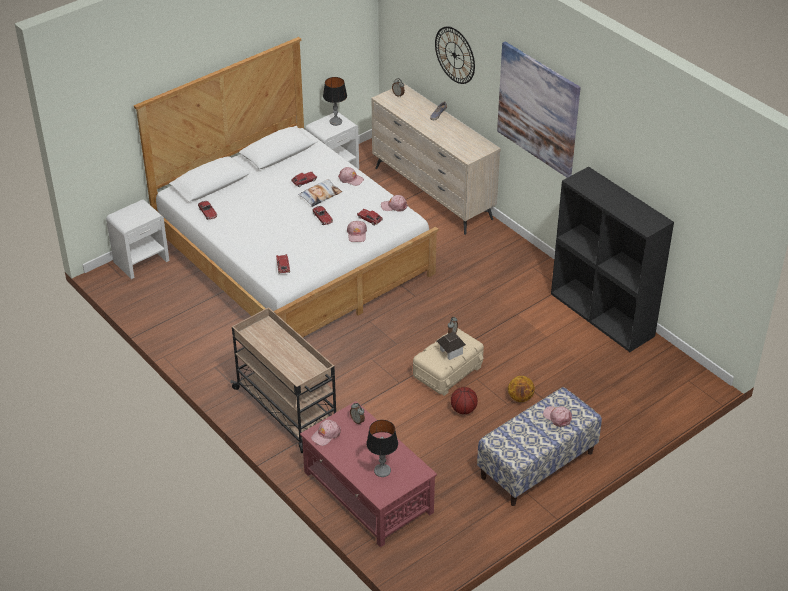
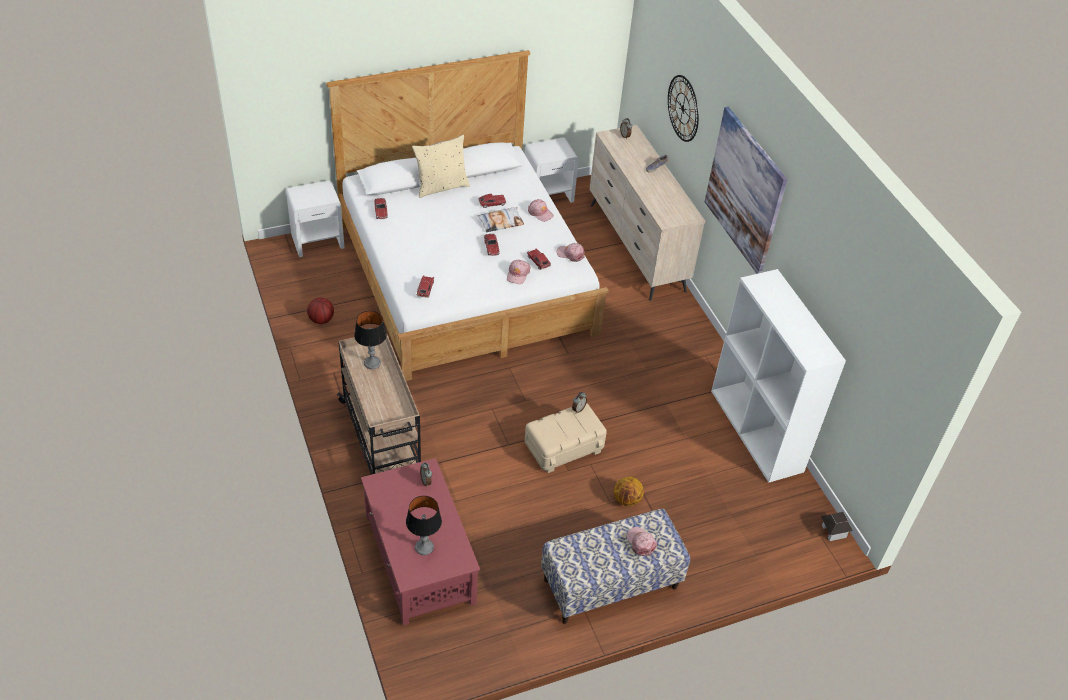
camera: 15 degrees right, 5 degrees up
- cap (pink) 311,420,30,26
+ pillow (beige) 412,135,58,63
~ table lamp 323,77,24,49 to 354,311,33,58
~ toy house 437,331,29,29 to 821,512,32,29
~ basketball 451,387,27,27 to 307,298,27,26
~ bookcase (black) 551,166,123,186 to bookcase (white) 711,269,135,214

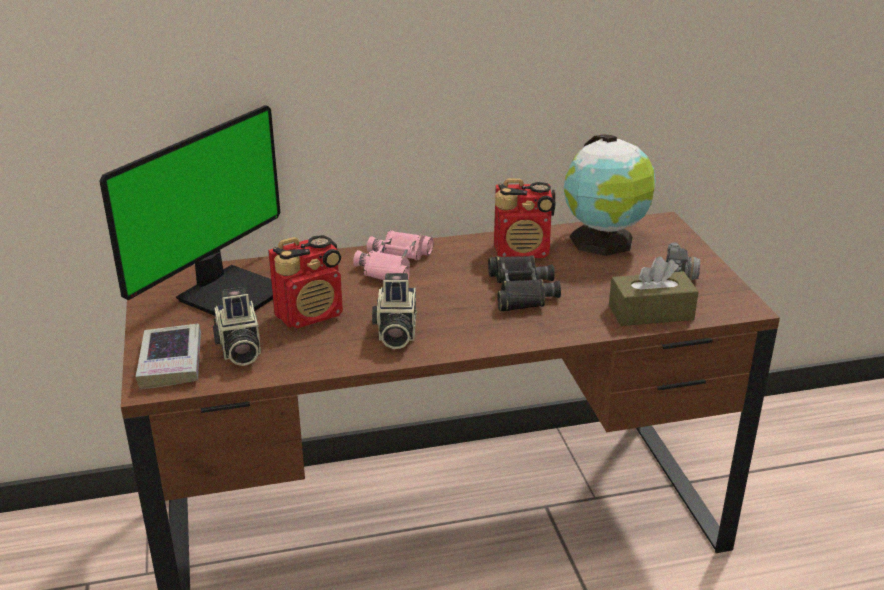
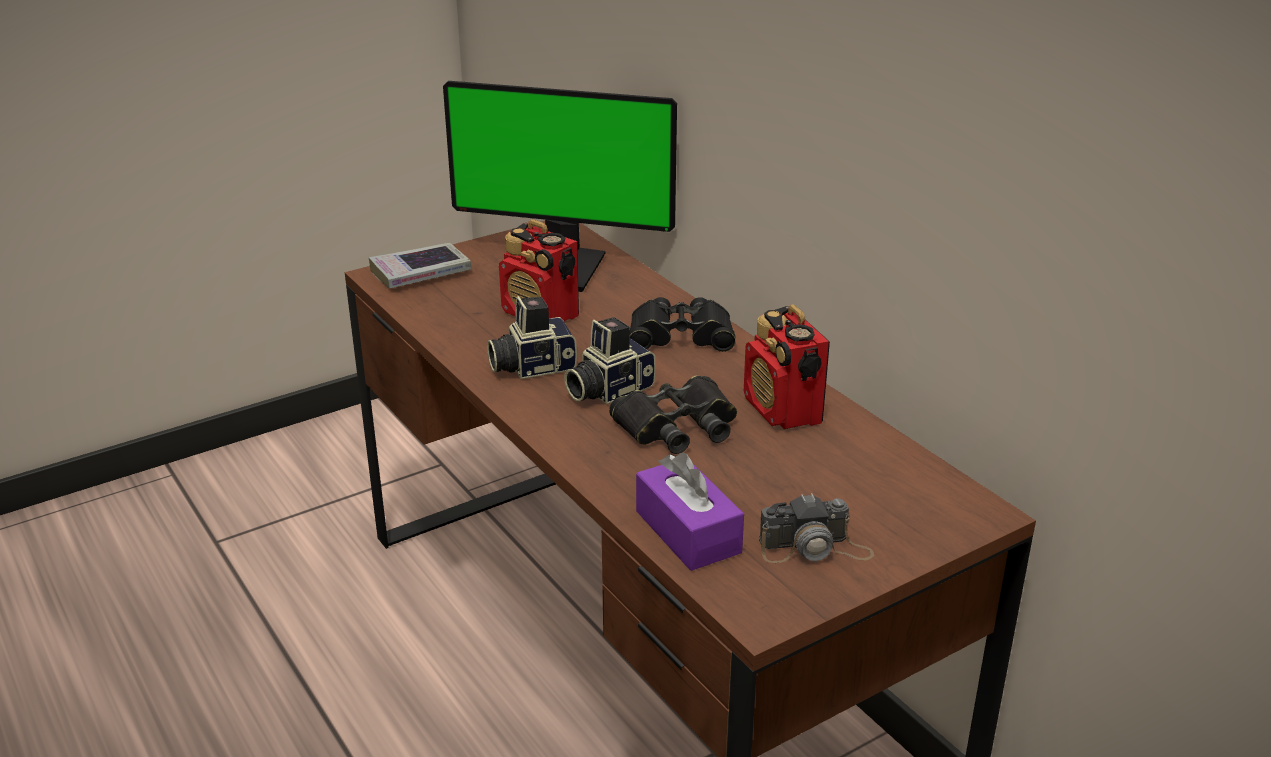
camera: 70 degrees right, 0 degrees up
- globe 564,134,92,122
~ photo camera 213,287,48,79 to 564,317,92,87
~ binoculars (pink) 353,230,81,50 to binoculars (black) 629,297,107,55
~ tissue box (brown) 609,256,90,70 to tissue box (purple) 636,452,108,119

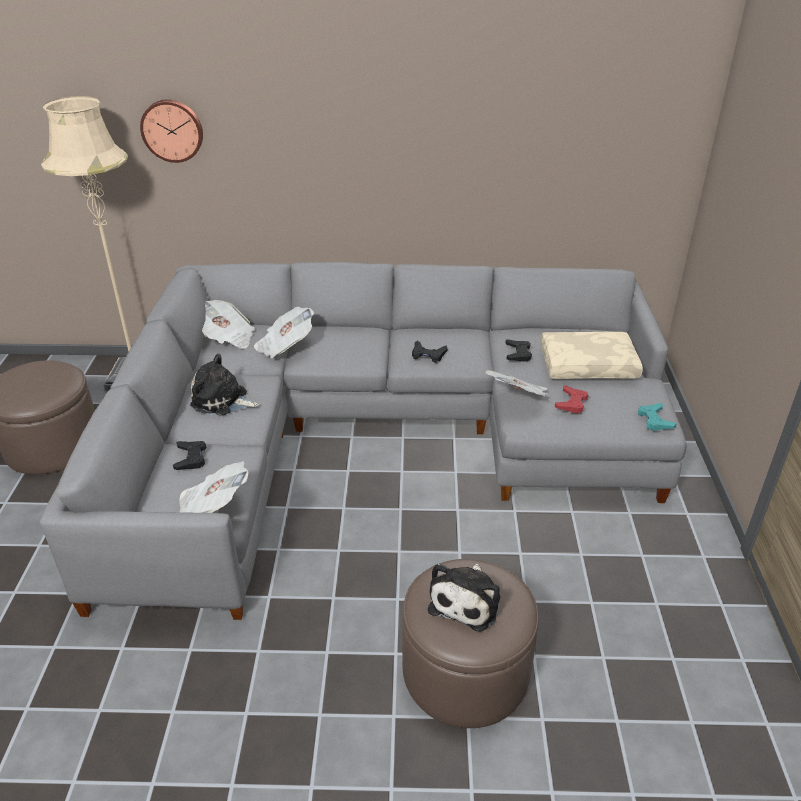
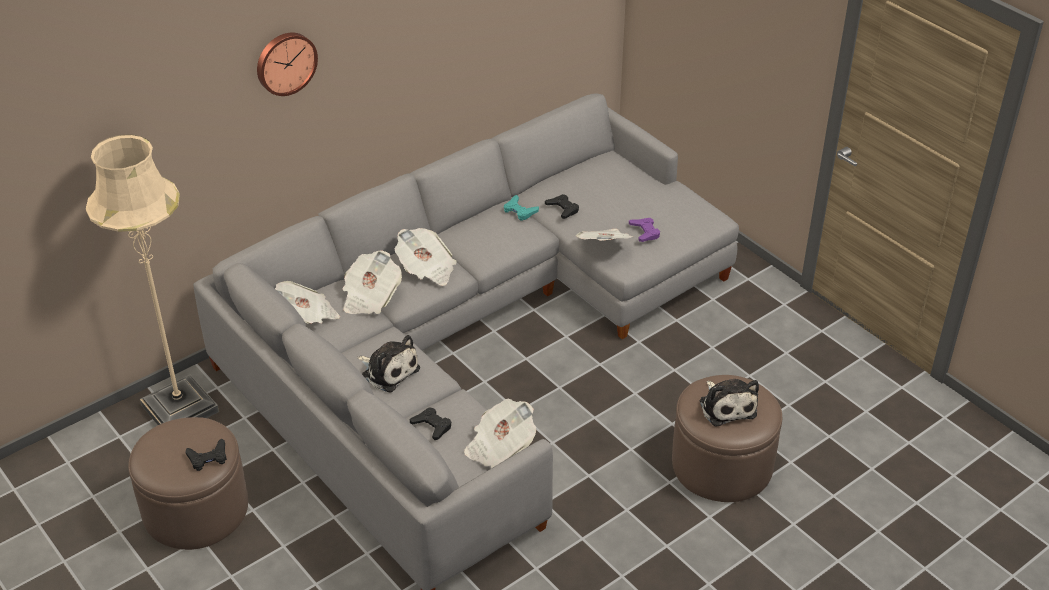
camera: 40 degrees left, 5 degrees up
- pillow (beige) 540,332,103,47
+ newspaper 395,228,62,58
~ wall clock 140,99,63,64 to 257,33,61,63
~ game controller (black) 412,340,36,23 to 186,438,41,33
~ game controller (turquoise) 638,403,39,28 to 504,195,35,26
~ game controller (red) 555,385,33,28 to game controller (purple) 629,218,31,24
~ plush toy 190,354,69,62 = 357,335,63,57 120 degrees counterclockwise

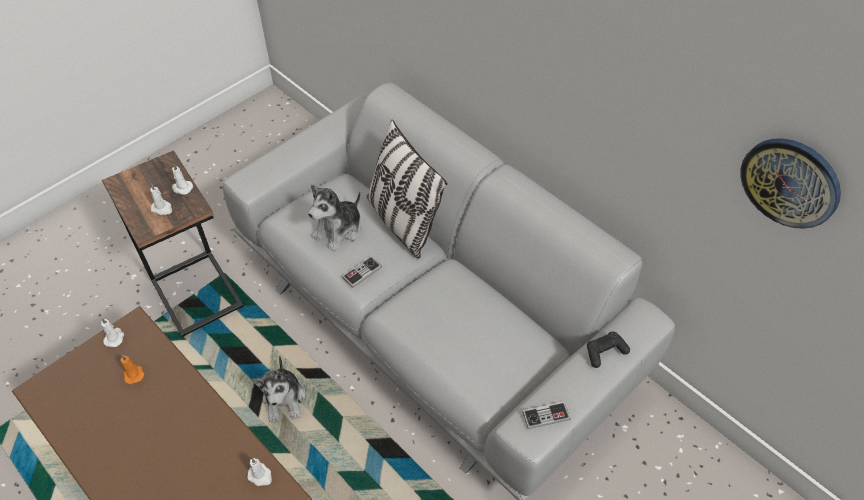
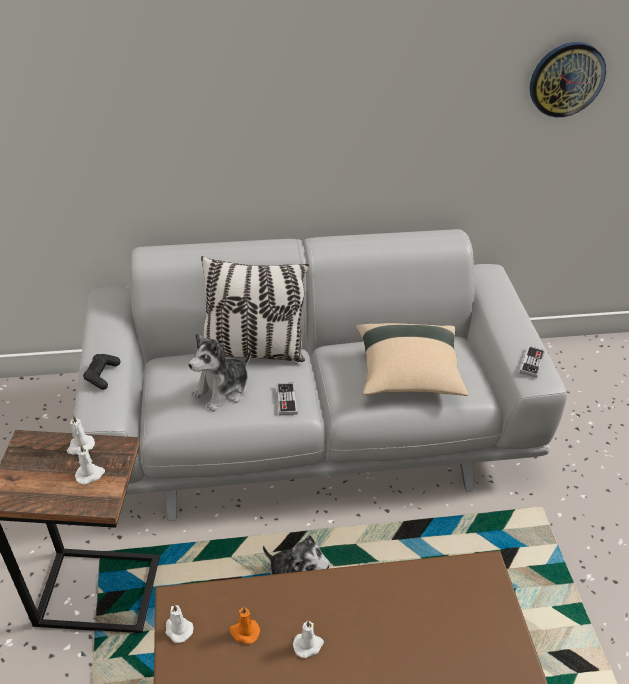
camera: 55 degrees left, 10 degrees down
+ pillow (beige) 356,323,112,73
~ candle (white) 247,458,25,28 to 293,620,31,38
~ game controller (black) 587,332,43,36 to 83,354,37,36
~ plush toy 308,184,53,68 = 188,333,63,79 60 degrees clockwise

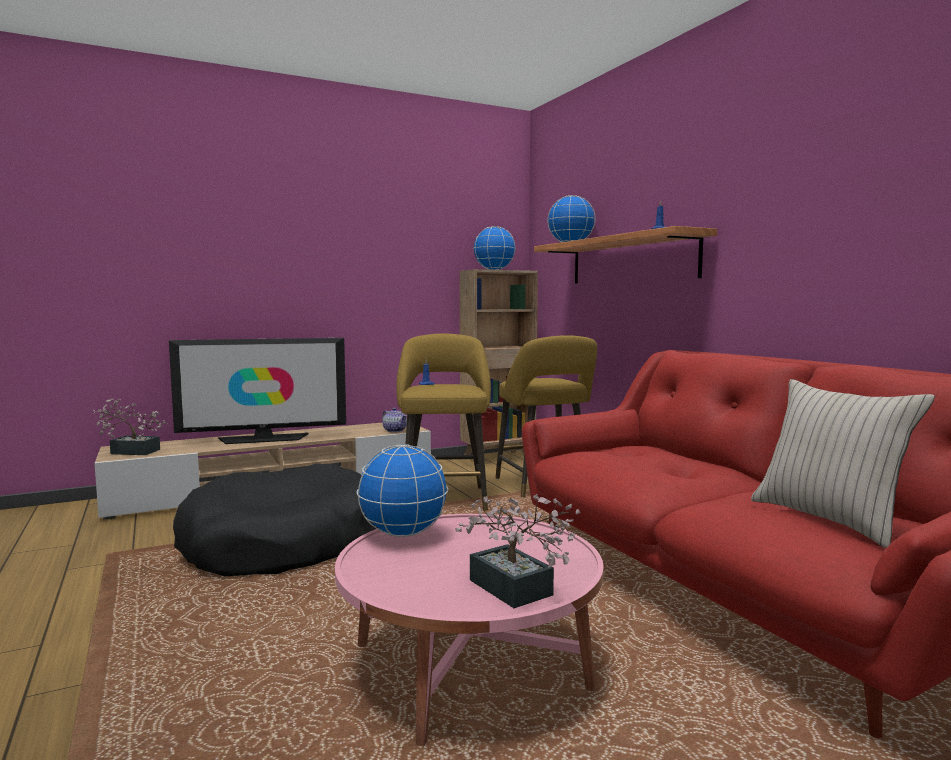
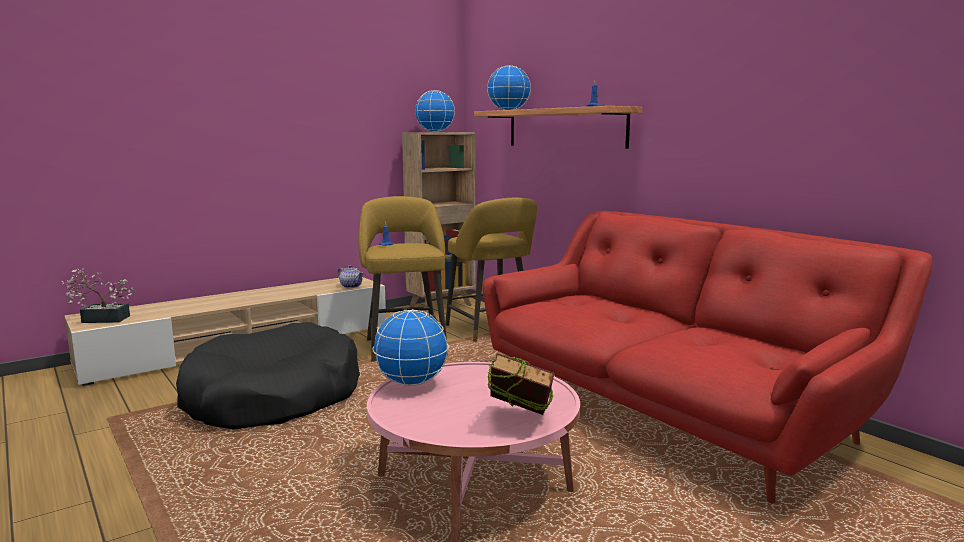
camera: 10 degrees left, 5 degrees up
- television 169,338,177,106
- pillow (beige) 751,379,184,169
~ potted plant 455,494,125,114 to book 488,353,66,62

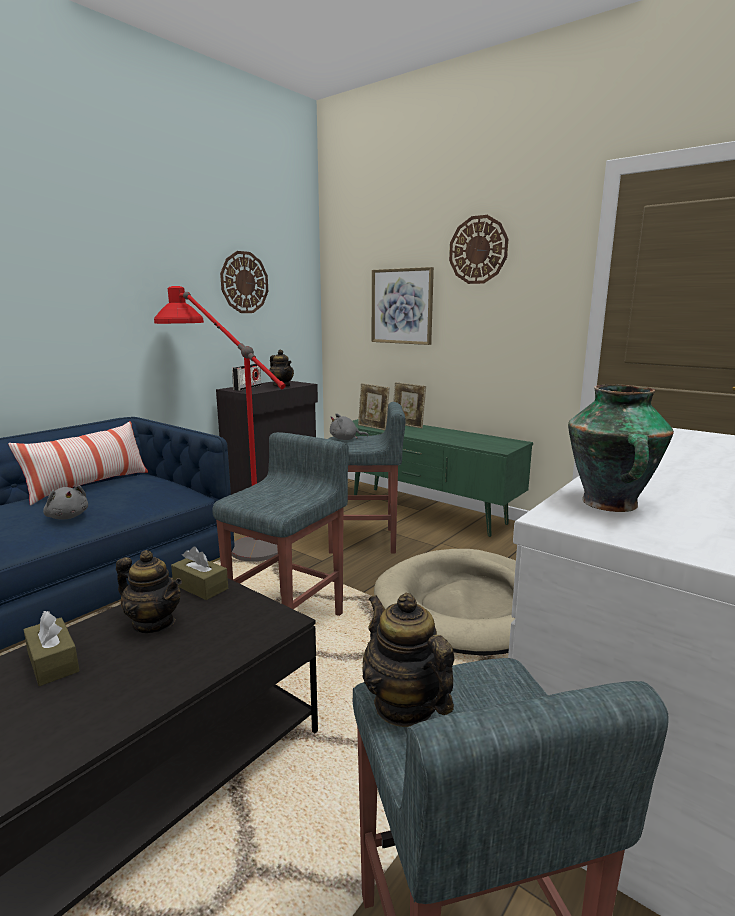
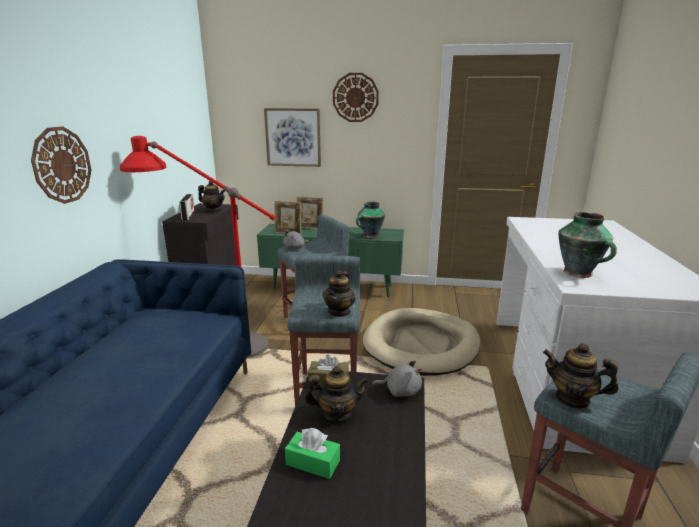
camera: 30 degrees left, 5 degrees up
- pillow 8,421,140,85
+ teapot 323,270,33,47
+ vase 356,202,29,36
~ plush toy (grey) 43,485,45,35 to 372,360,50,37
~ wall clock 220,251,48,62 to 31,127,60,77
~ tissue box (brown) 24,611,55,75 to tissue box (green) 285,428,55,51

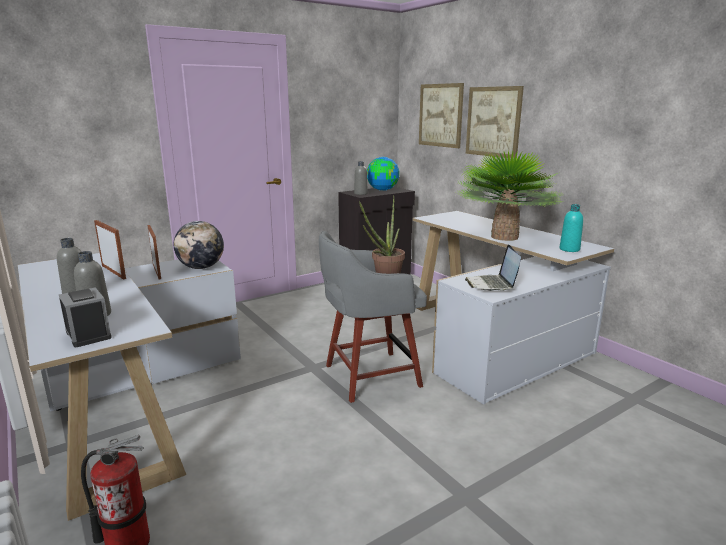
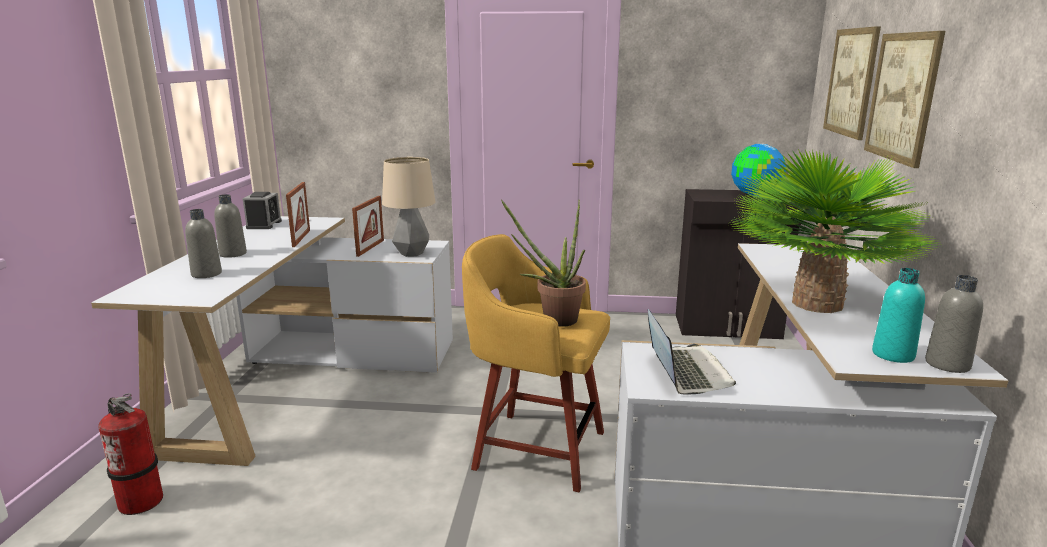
camera: 40 degrees right, 0 degrees up
~ alarm clock 59,287,53,60 to 243,192,39,37
~ bottle (grey) 354,161,14,34 to 925,275,58,98
~ globe 174,221,50,48 to table lamp 382,157,54,100
~ stool (grey) 319,231,108,172 to stool (yellow) 462,234,148,258
~ laptop 465,245,56,46 = 648,309,88,85 135 degrees clockwise

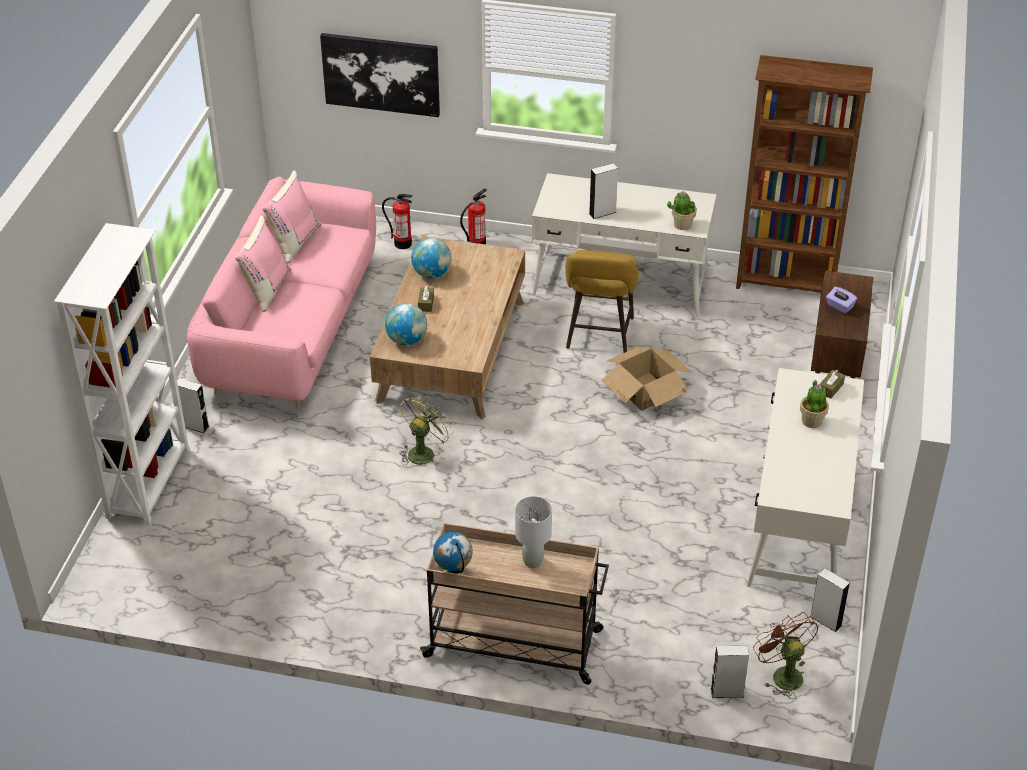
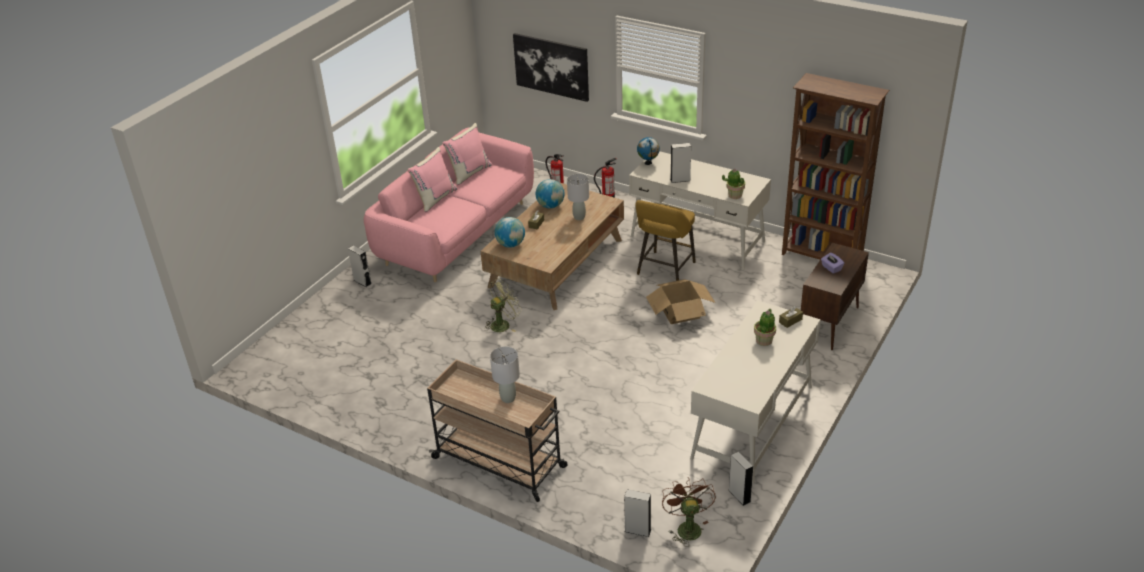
camera: 20 degrees right, 5 degrees down
- bookcase (white) 54,223,135,303
+ table lamp (grey) 567,174,22,46
~ globe 433,532,40,42 to 637,137,23,28

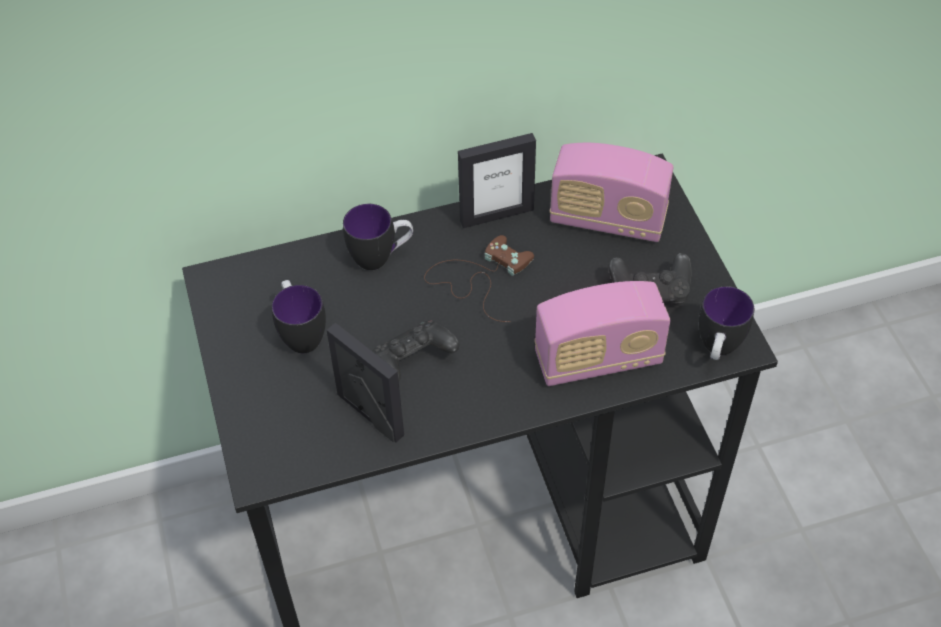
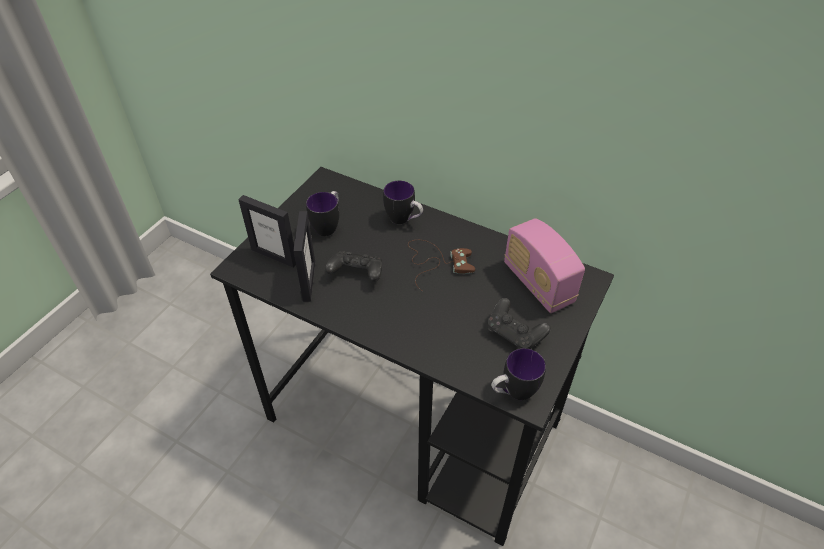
camera: 45 degrees right, 5 degrees down
- radio 535,281,135,105
~ picture frame 458,133,78,95 to 238,195,58,73

